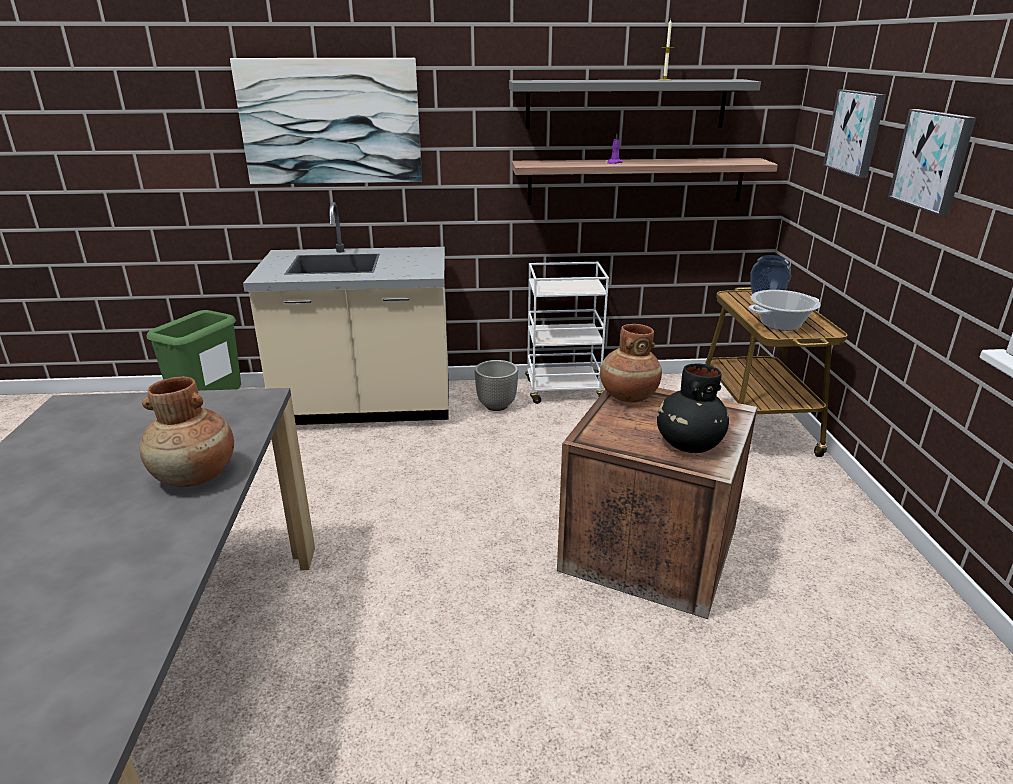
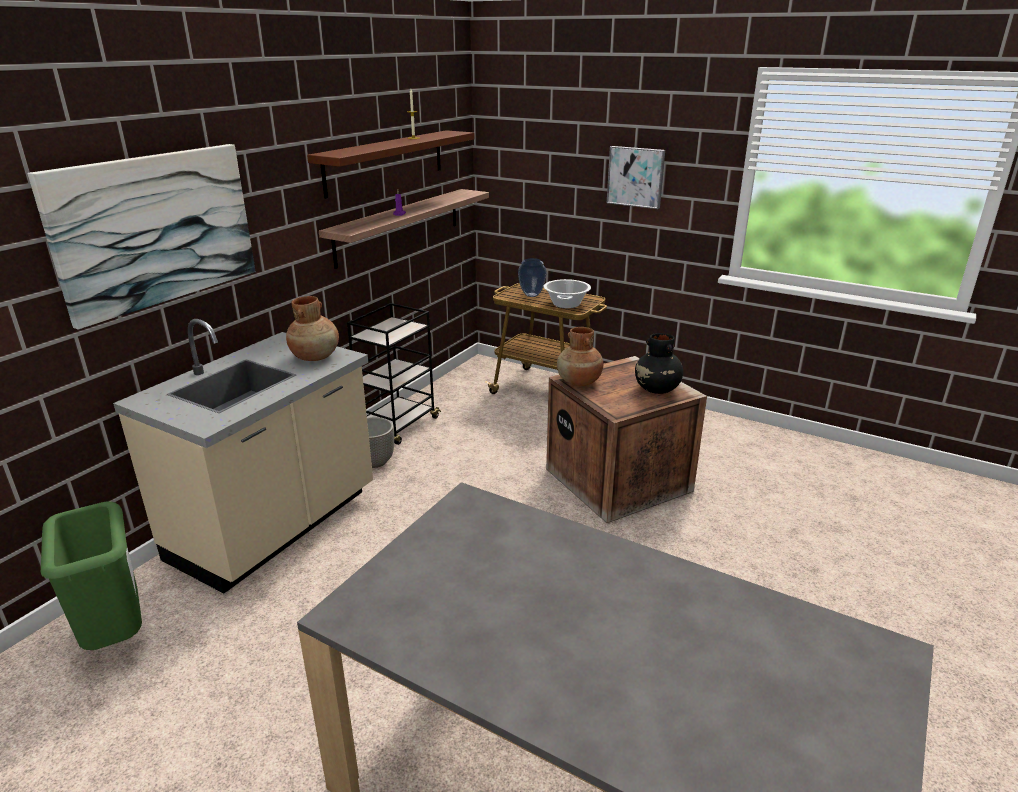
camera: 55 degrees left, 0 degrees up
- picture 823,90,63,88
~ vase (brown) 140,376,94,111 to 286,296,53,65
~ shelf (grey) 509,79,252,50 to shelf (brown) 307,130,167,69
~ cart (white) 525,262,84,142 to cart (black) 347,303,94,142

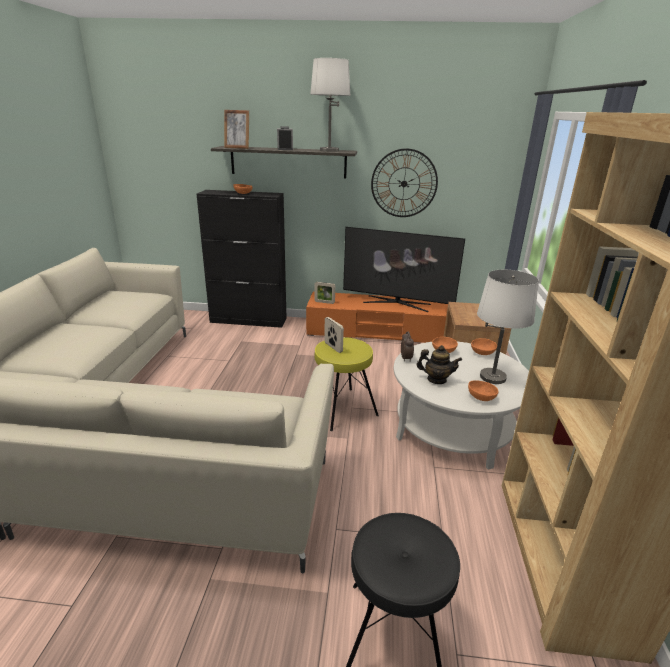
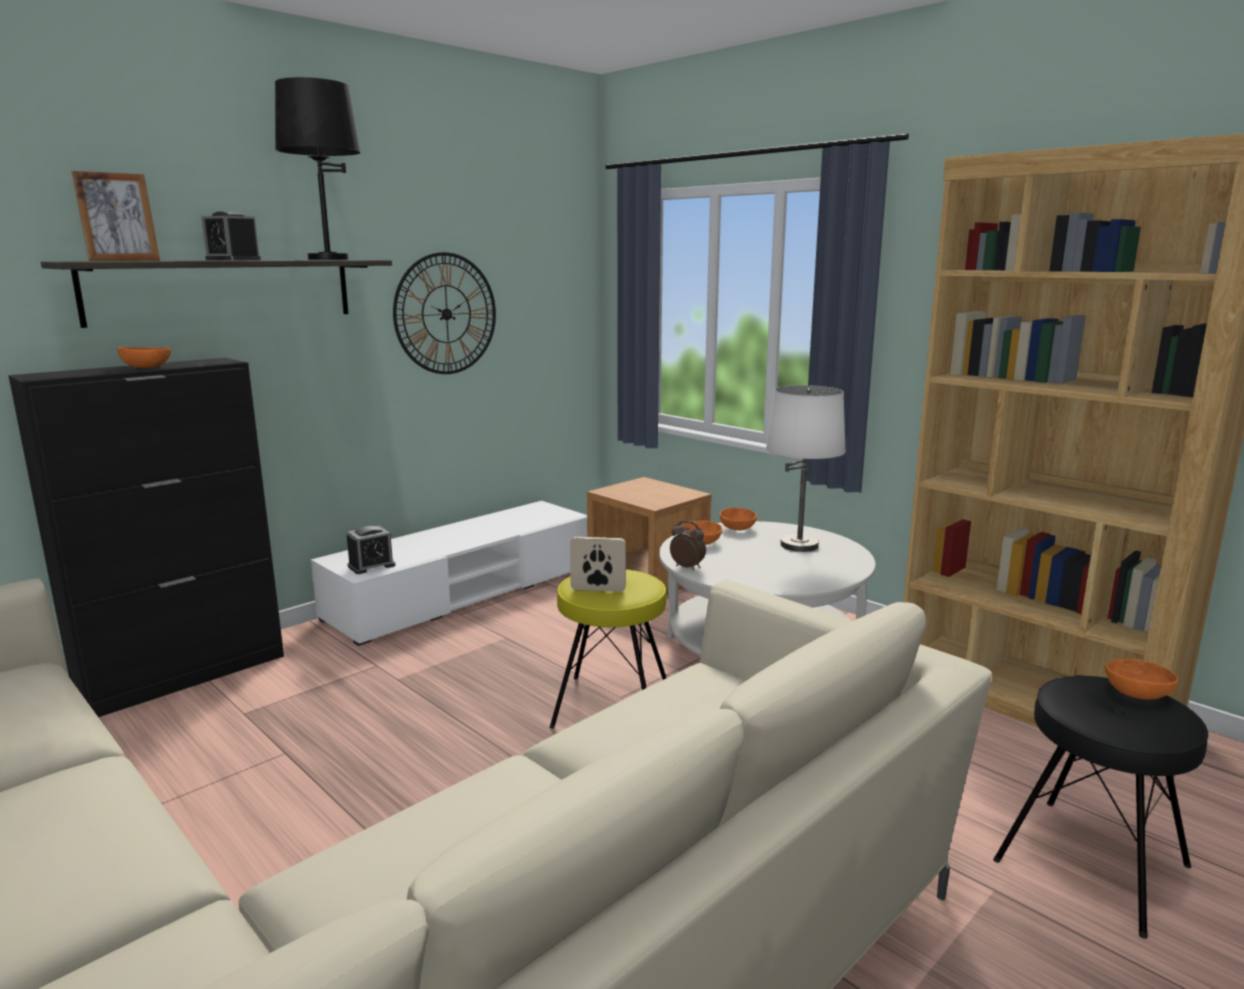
camera: 50 degrees left, 10 degrees down
- television 343,227,122,85
- teapot 417,345,45,39
~ bowl (orange) 468,380,31,21 to 1105,659,73,41
~ picture frame 314,282,21,22 to alarm clock 347,526,48,48
~ tv stand (orange) 306,291,142,52 to tv stand (white) 311,501,276,145
~ table lamp (white) 310,58,41,94 to table lamp (black) 275,77,85,183

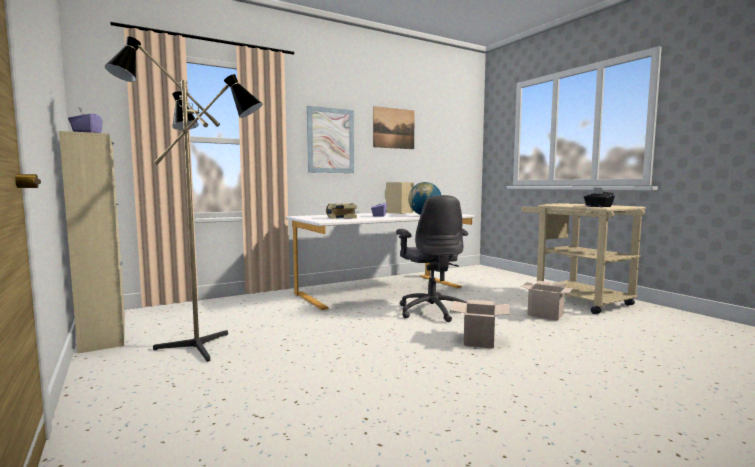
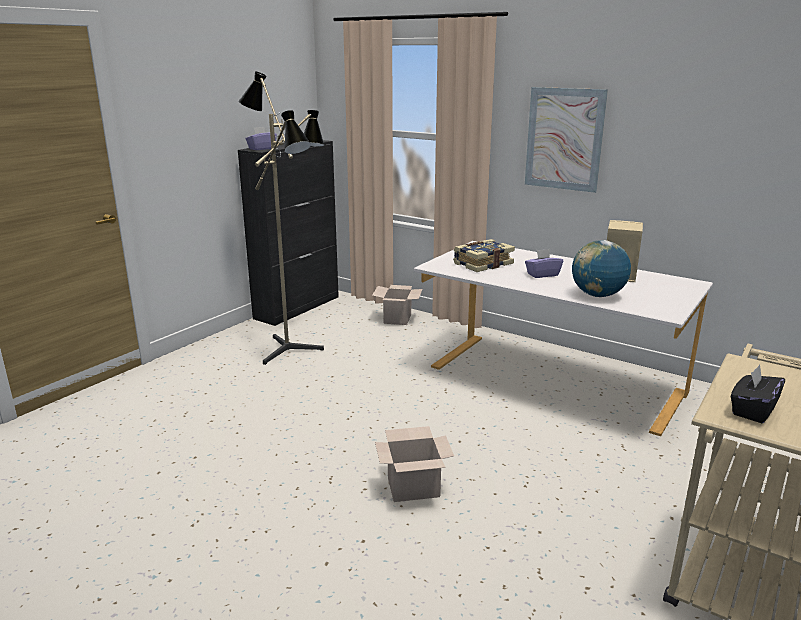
camera: 65 degrees right, 15 degrees up
- picture 373,106,42,43
- office chair (grey) 396,195,72,127
~ cardboard box 521,281,52,40 to 372,285,51,40
~ cabinet (beige) 59,131,66,222 to cabinet (black) 238,140,101,186

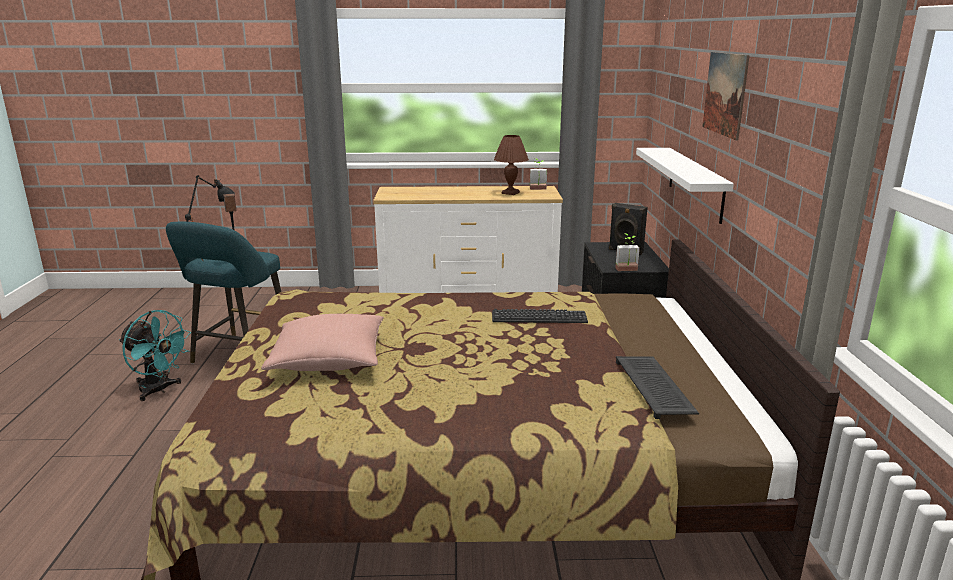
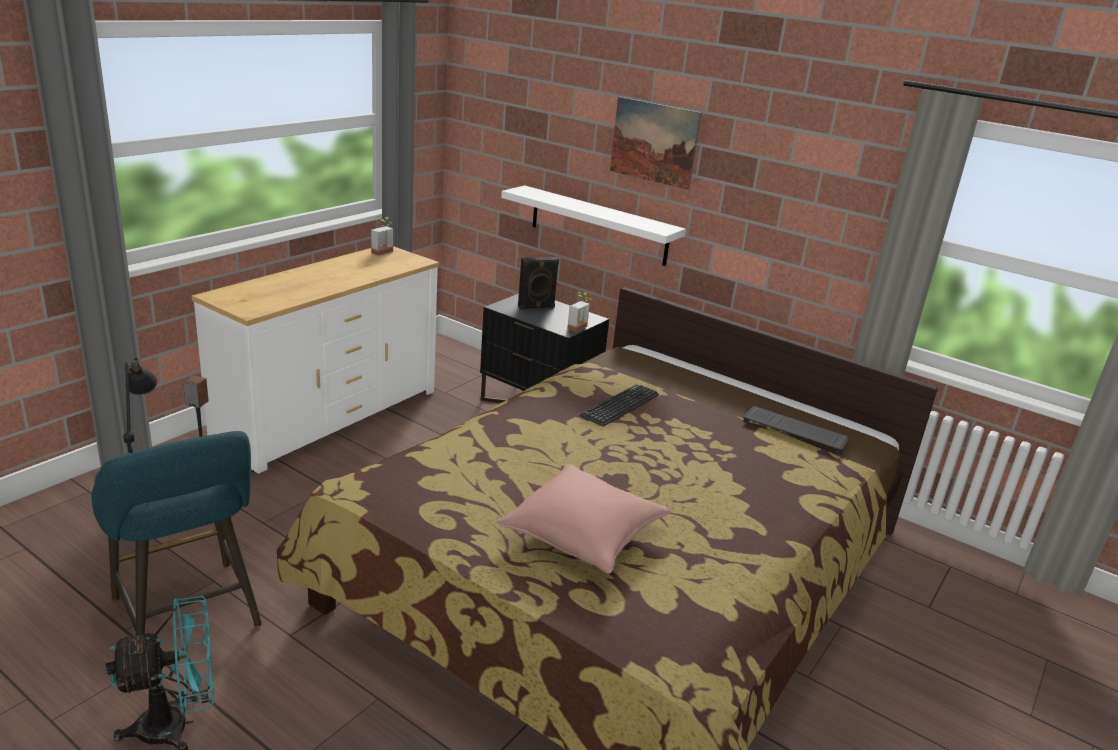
camera: 55 degrees left, 5 degrees up
- table lamp (brown) 494,135,35,60

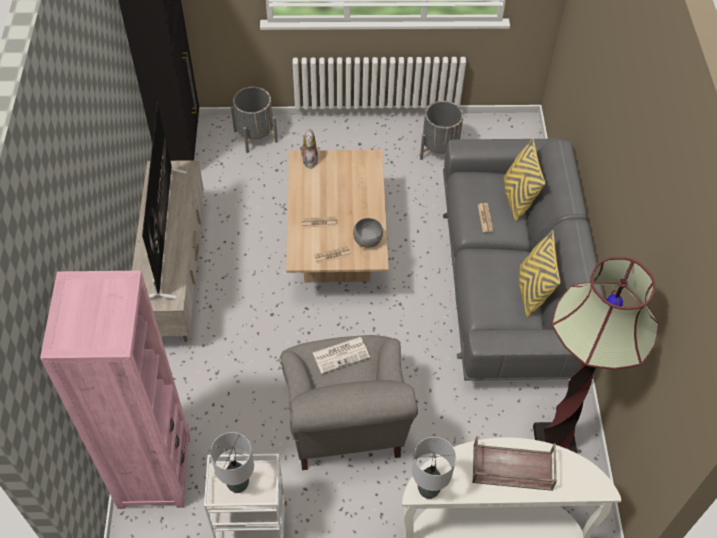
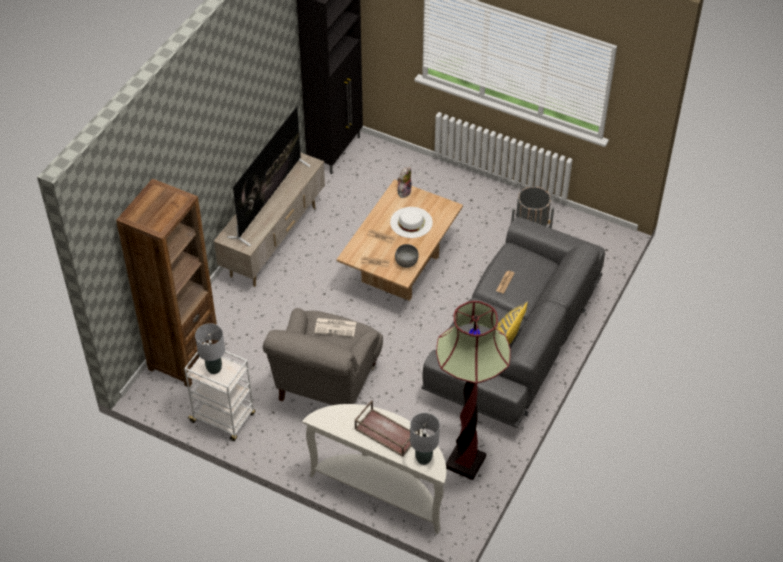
camera: 30 degrees right, 5 degrees down
- planter (grey) 231,87,47,66
- pillow (yellow) 504,138,41,84
+ hat (white) 390,207,43,31
~ table lamp (grey) 412,437,44,62 to 410,413,30,52
~ bookcase (pink) 40,271,150,238 to bookcase (brown) 116,179,102,208

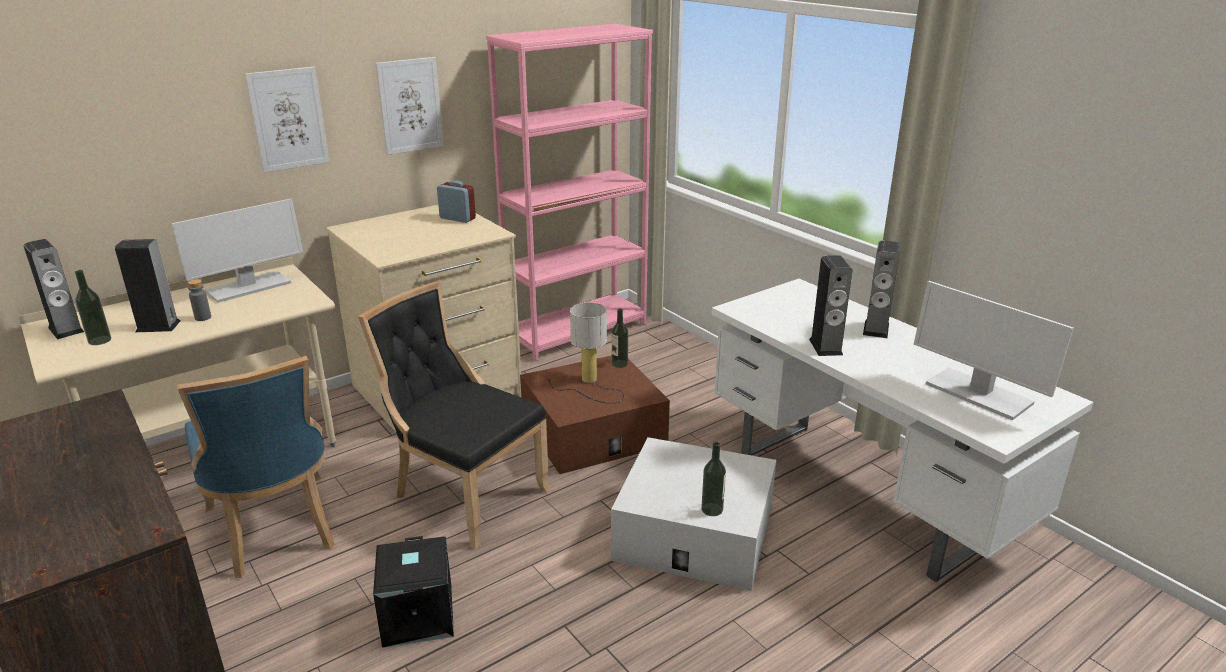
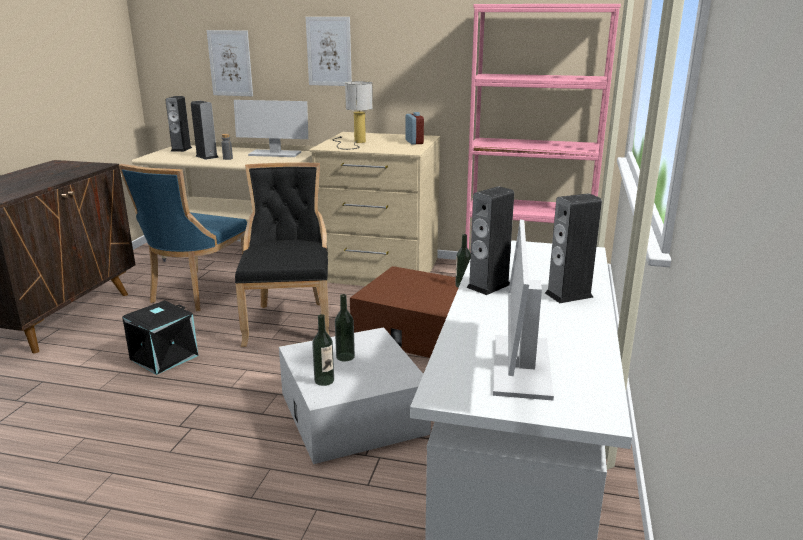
camera: 50 degrees right, 5 degrees down
~ bottle 75,270,36,75 to 335,294,20,67
~ picture 375,57,69,98 to 207,30,46,66
~ table lamp 548,302,76,102 to 333,81,40,69

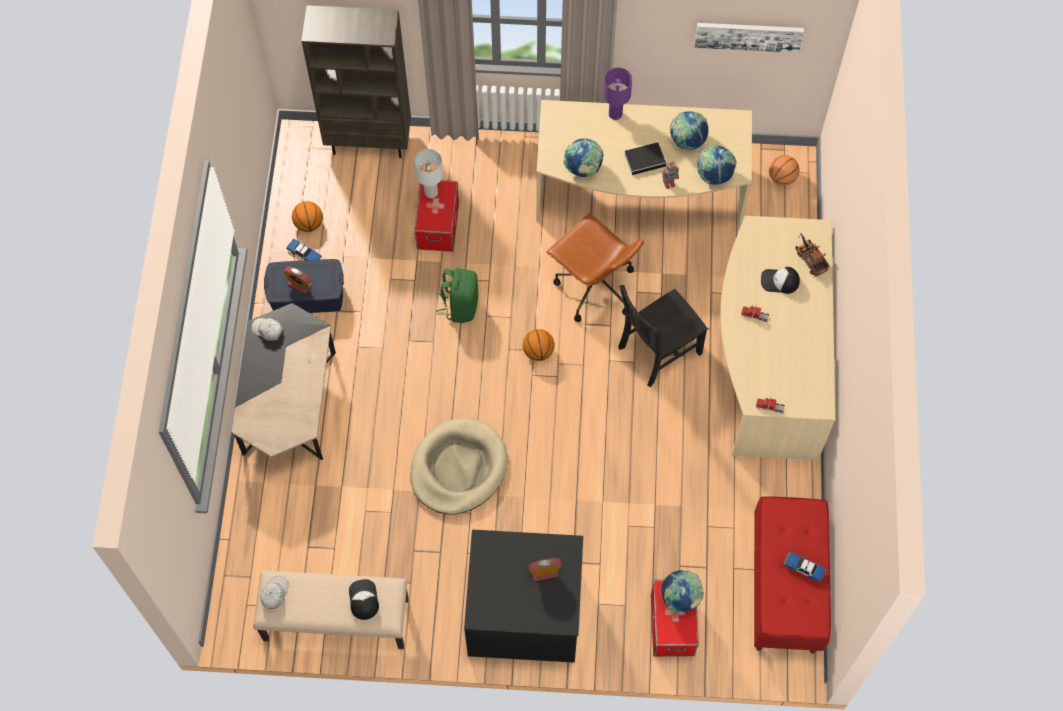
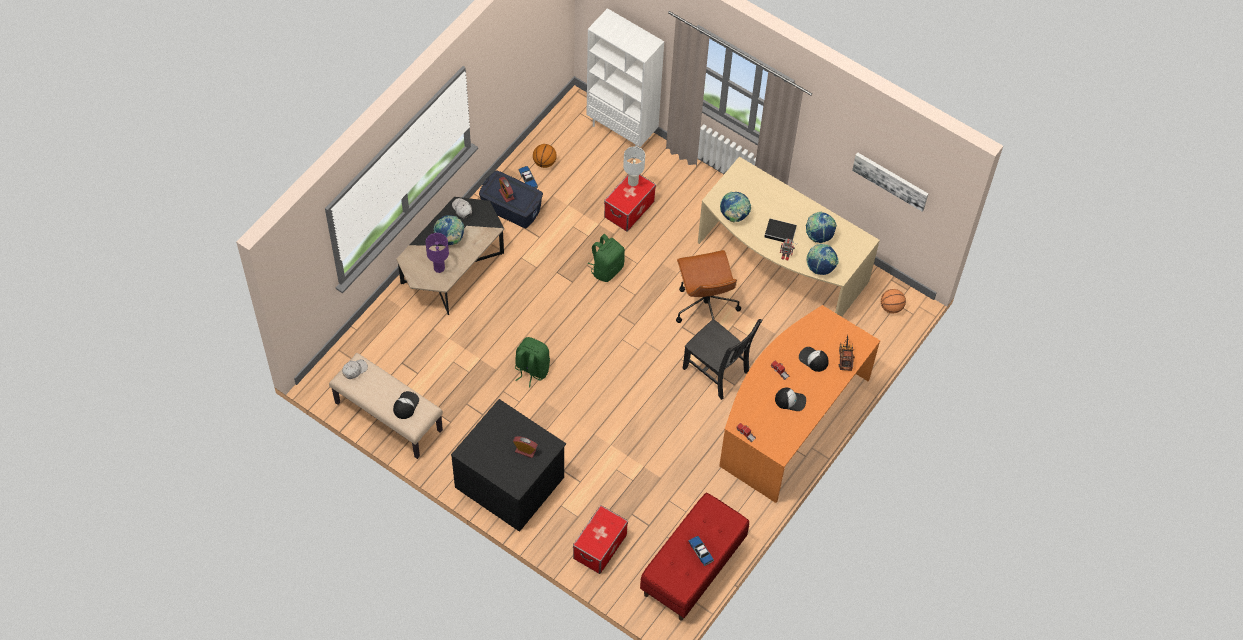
camera: 30 degrees right, 5 degrees down
- basketball 523,329,32,32
+ cap 775,388,31,23
~ table lamp (purple) 603,68,29,52 to 426,233,23,40
~ globe 661,570,43,43 to 434,215,30,30
~ dog bed (beige) 410,418,97,97 to backpack (green) 515,337,35,50
~ bookcase (brown) 302,5,109,153 to bookcase (white) 587,8,77,139
~ desk (beige) 720,216,115,244 to desk (orange) 719,305,161,198
~ chair (black) 618,285,90,102 = 683,319,79,81 135 degrees counterclockwise

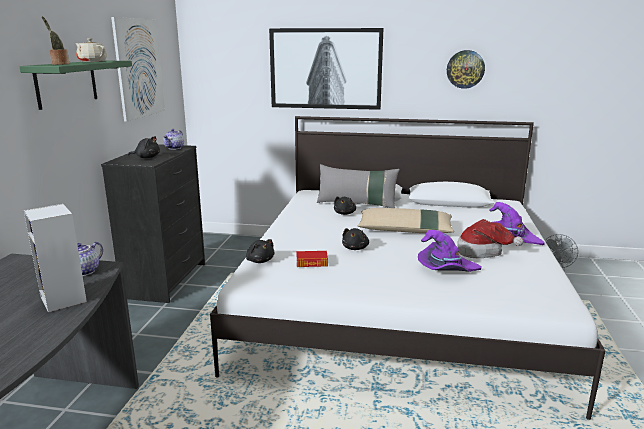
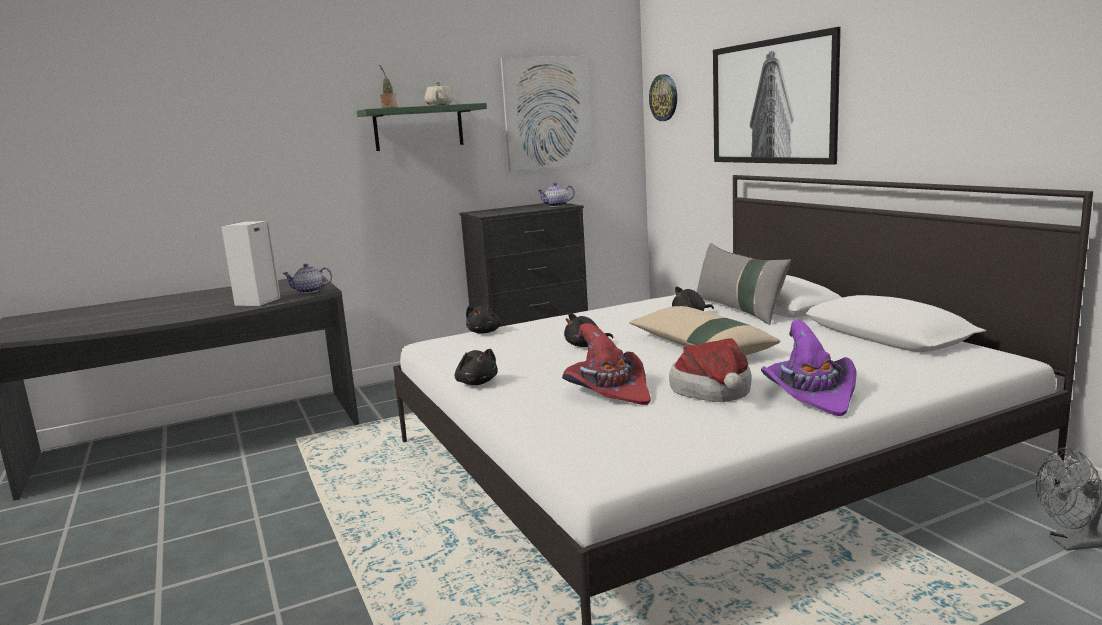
camera: 55 degrees right, 5 degrees down
- book 297,251,31,16
~ plush toy (black) 128,136,32,22 to 455,349,43,36
~ wall clock 447,50,38,39 to 649,74,28,47
~ hat (purple) 418,230,64,42 to hat (red) 562,323,89,82

